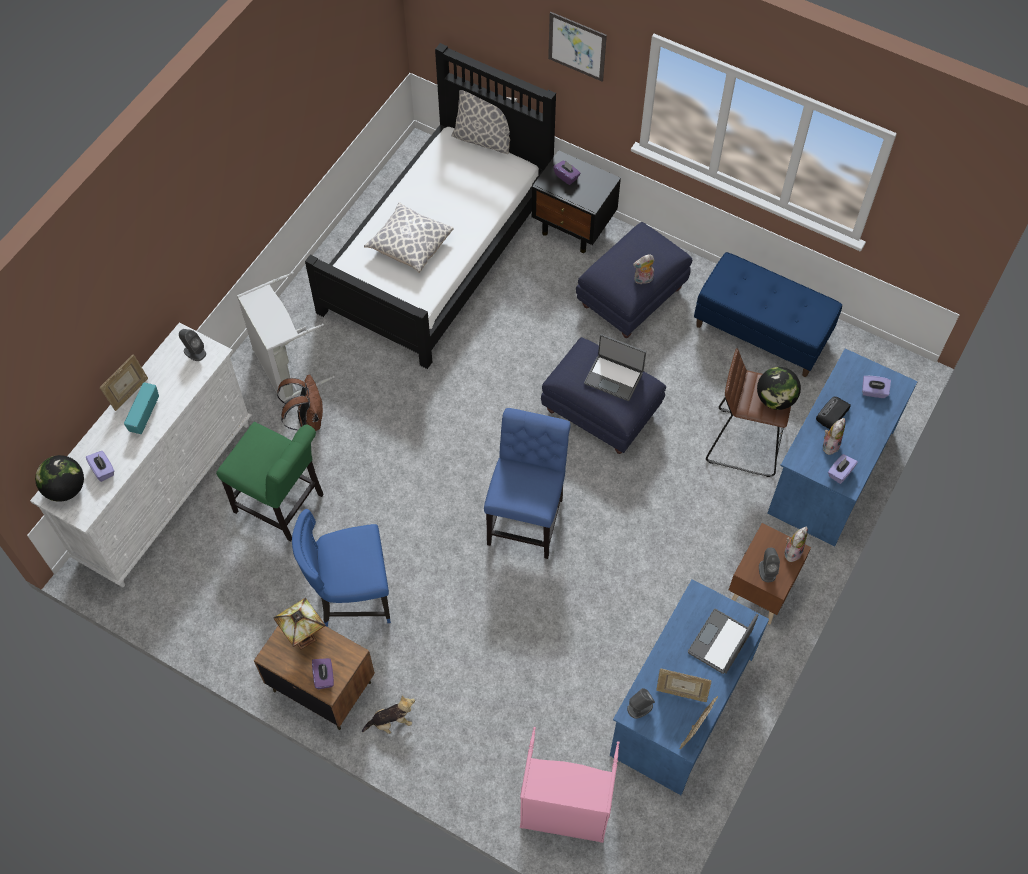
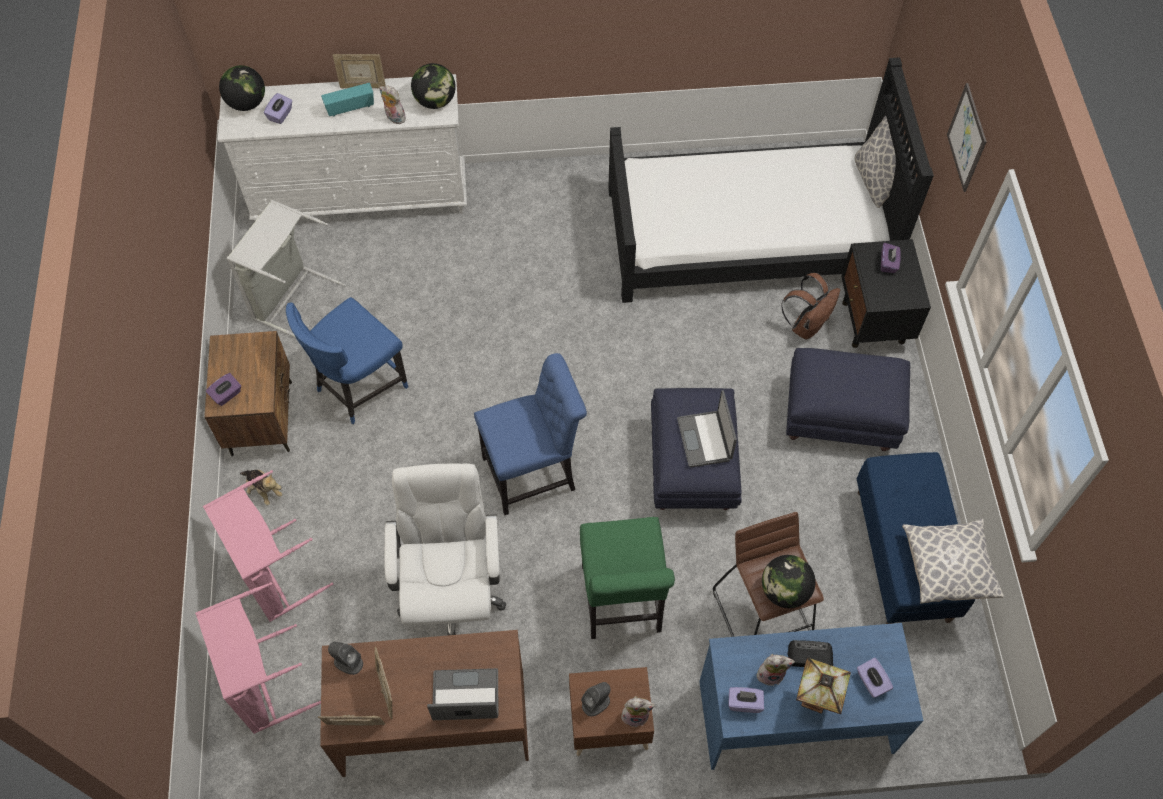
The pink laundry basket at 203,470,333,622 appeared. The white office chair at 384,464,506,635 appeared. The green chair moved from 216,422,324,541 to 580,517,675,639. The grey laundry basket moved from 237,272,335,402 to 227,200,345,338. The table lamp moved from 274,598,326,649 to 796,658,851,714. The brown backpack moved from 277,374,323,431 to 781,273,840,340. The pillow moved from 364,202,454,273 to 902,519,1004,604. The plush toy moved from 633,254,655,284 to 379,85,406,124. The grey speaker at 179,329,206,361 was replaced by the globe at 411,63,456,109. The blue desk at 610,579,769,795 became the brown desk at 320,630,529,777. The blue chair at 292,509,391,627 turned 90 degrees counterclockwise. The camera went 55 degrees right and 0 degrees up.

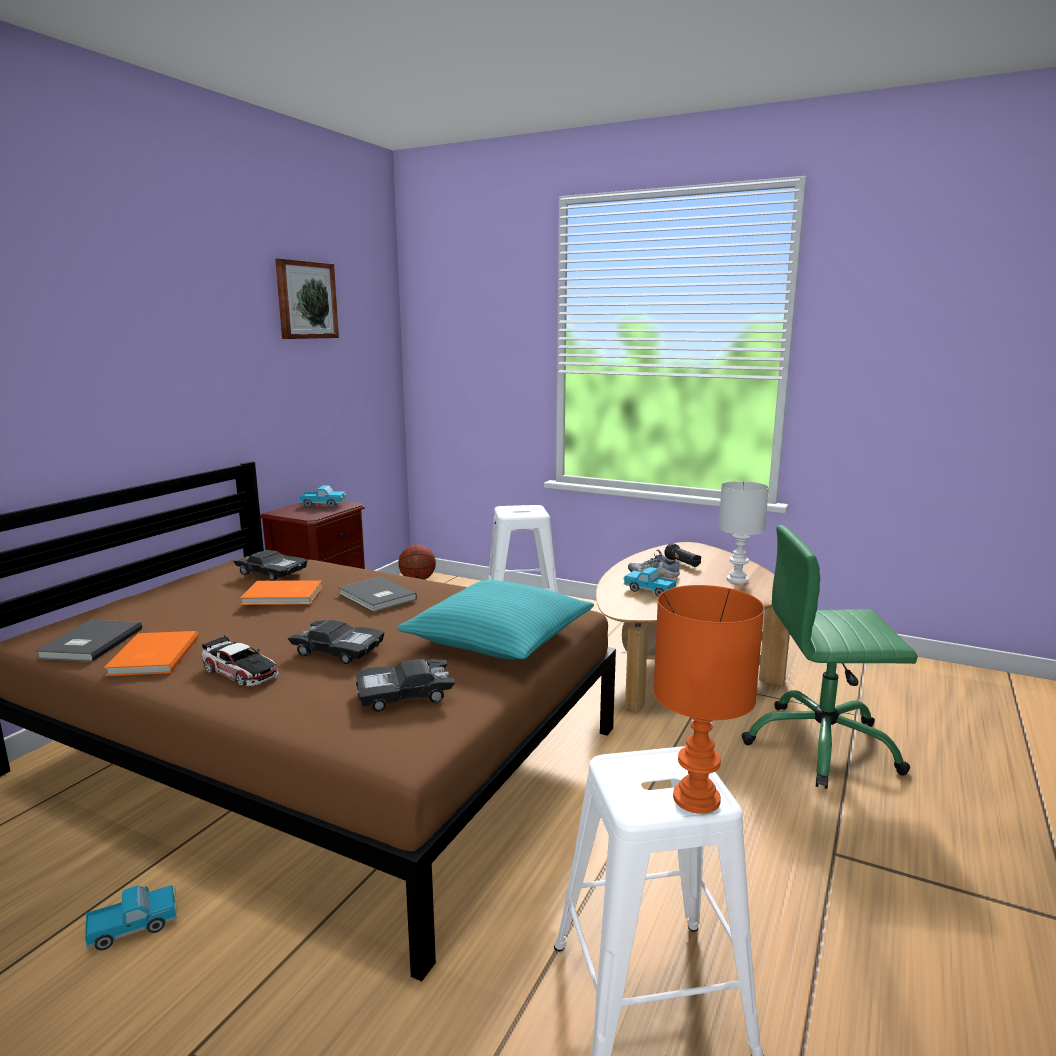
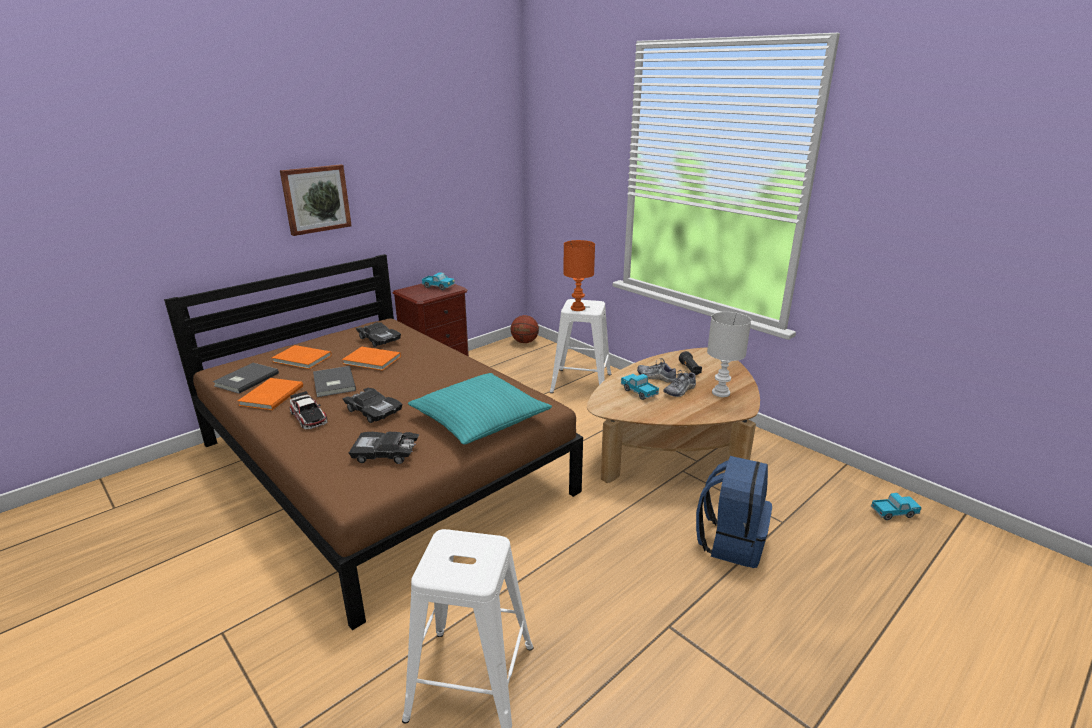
The orange book at 272,345,332,369 appeared. The shoe at 663,370,696,397 appeared. The toy truck moved from 85,885,178,950 to 871,493,922,520. The picture moved from 275,259,339,339 to 280,164,352,236. The grey book moved from 338,577,417,612 to 313,366,356,397. The orange table lamp moved from 653,585,764,814 to 563,240,595,311. The green office chair at 742,525,918,789 was replaced by the blue backpack at 696,456,772,568. The camera went 20 degrees right and 10 degrees up.

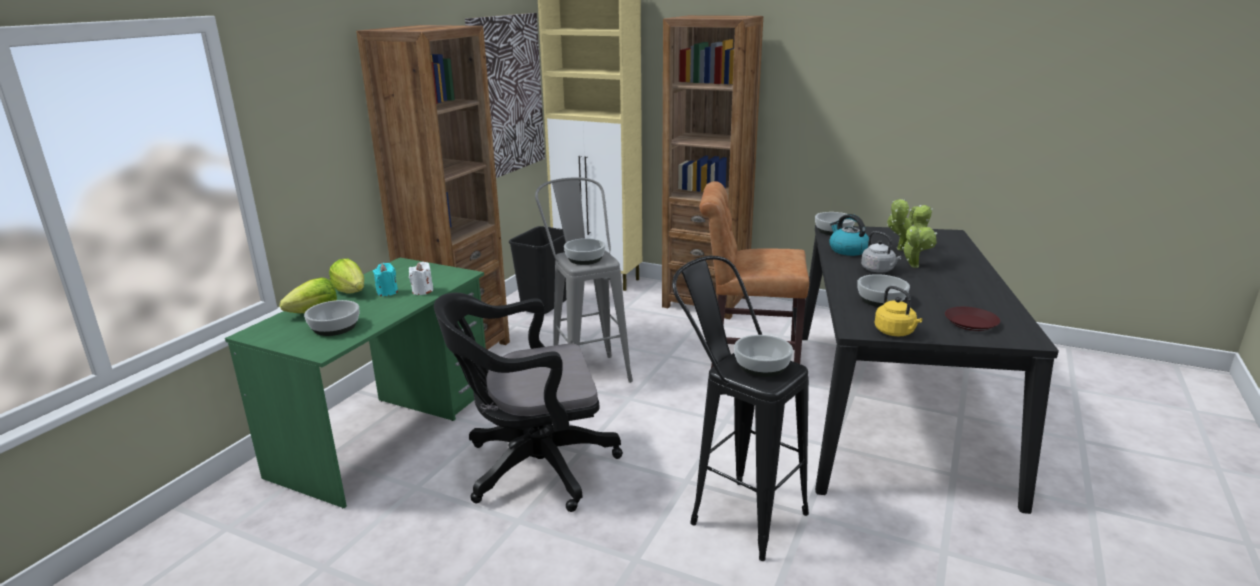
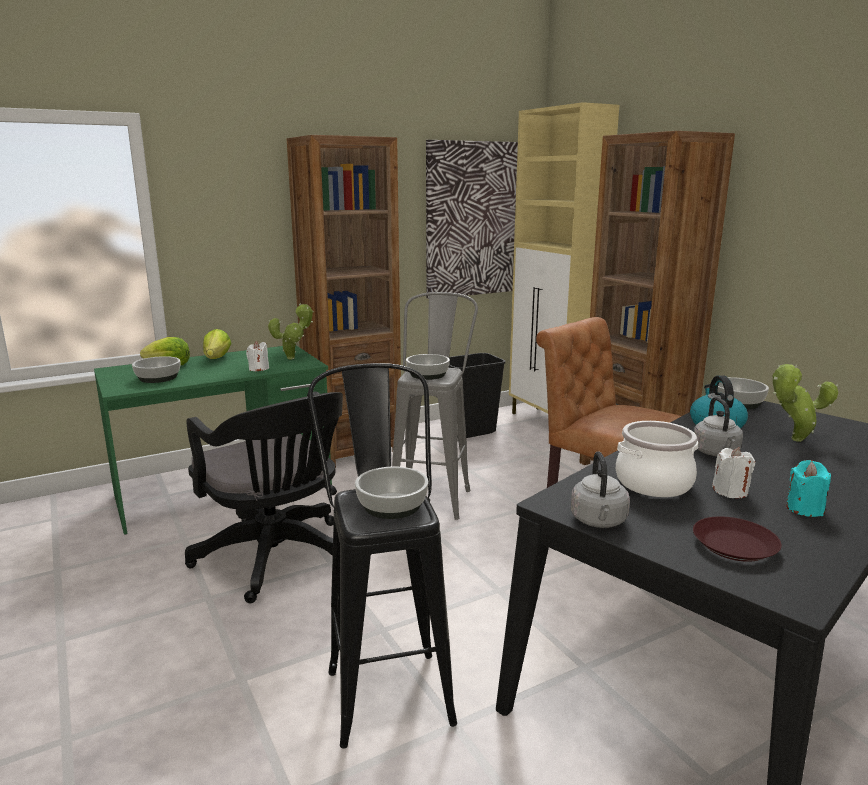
The white candle at 712,447,755,498 appeared. The turquoise candle moved from 373,263,398,296 to 786,460,831,517. The potted plant moved from 902,205,937,268 to 268,303,314,359. The bowl at 857,274,910,307 was replaced by the cooking pot at 616,421,698,497. The yellow kettle at 875,286,922,336 became the grey kettle at 571,451,630,528. The black office chair at 434,293,623,512 turned 150 degrees counterclockwise. The camera went 35 degrees right and 5 degrees down.

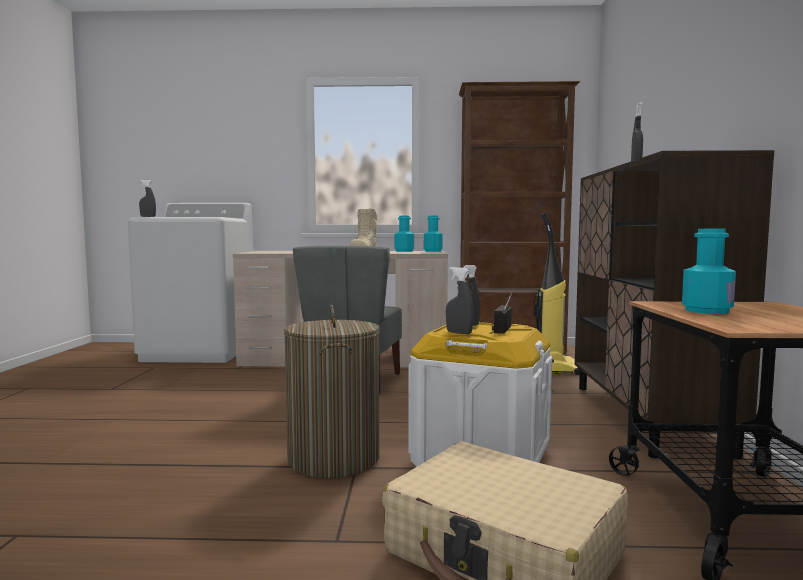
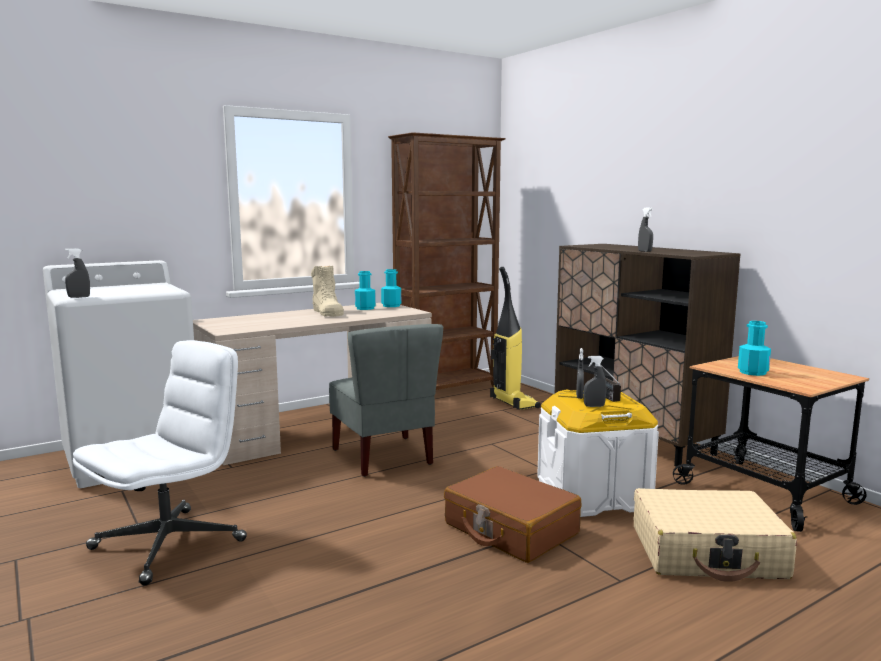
The white office chair at 73,340,247,585 appeared. The laundry basket at 284,305,380,478 was replaced by the brown suitcase at 444,466,581,563. The camera went 35 degrees left and 5 degrees up.

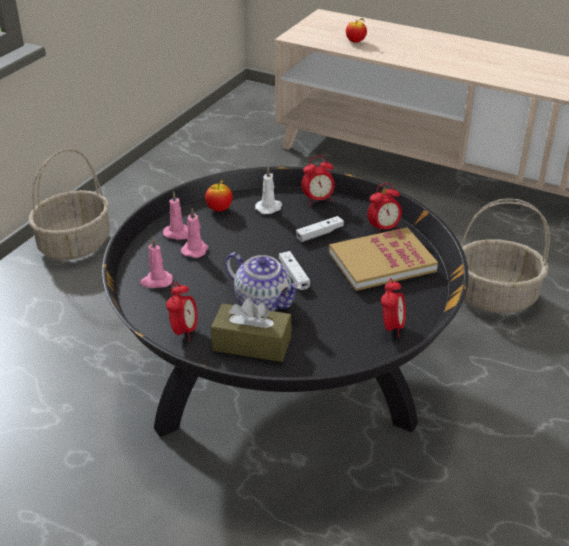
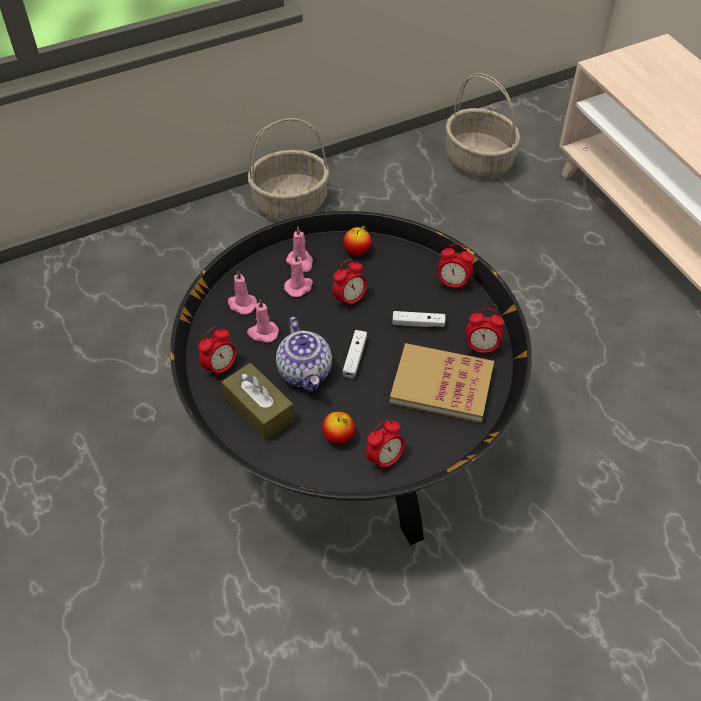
The white candle at 255,167,282,214 disappeared. The pink candle at 247,299,279,343 appeared. The alarm clock at 332,259,367,310 appeared. The apple moved from 346,18,367,43 to 322,411,355,444. The basket moved from 461,198,550,313 to 446,73,520,178. The camera went 35 degrees right and 15 degrees up.

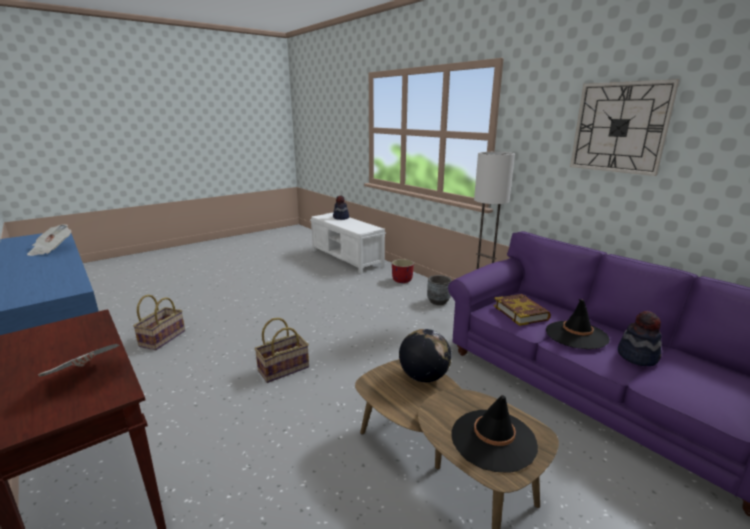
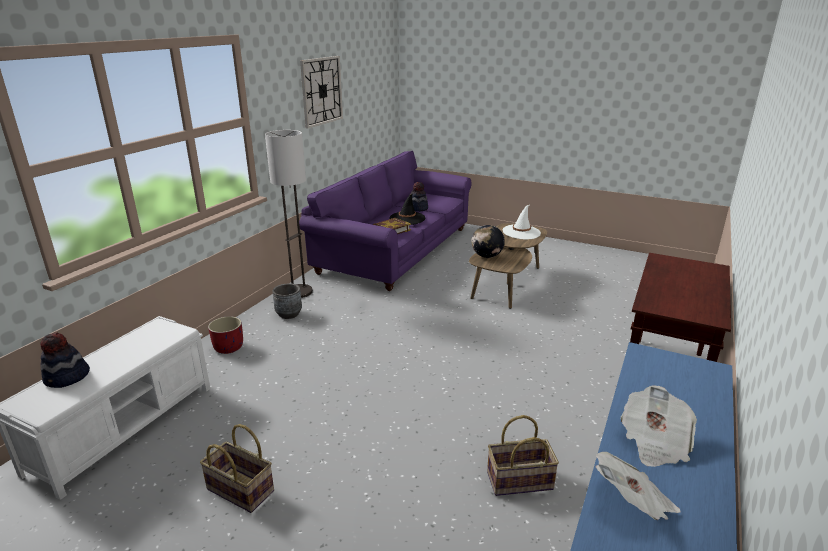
The newspaper moved from 38,344,120,377 to 621,385,697,467. The basket moved from 254,317,309,383 to 200,424,274,513. The black hat at 451,395,538,473 became the white hat at 503,205,541,239. The camera went 115 degrees left and 5 degrees up.

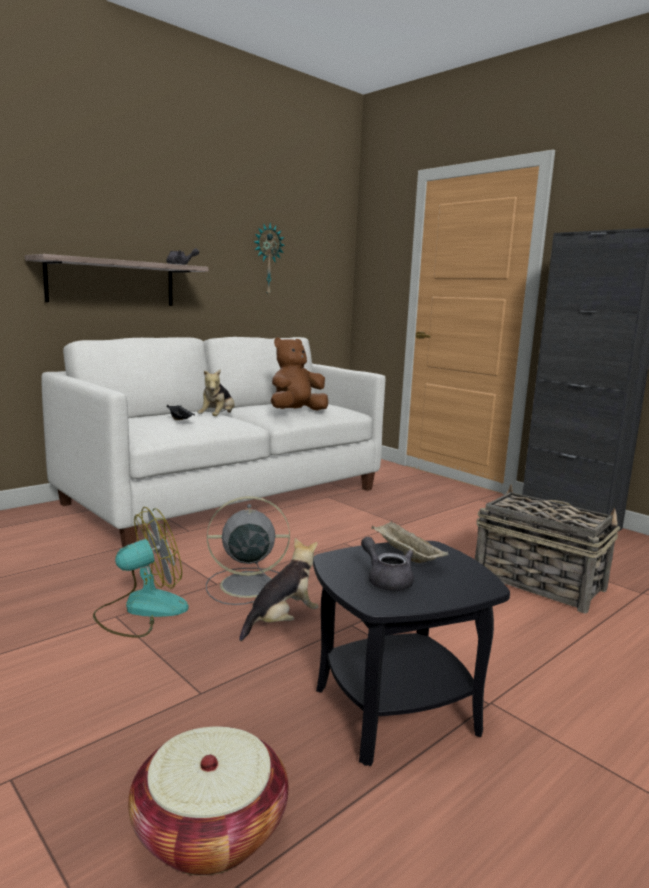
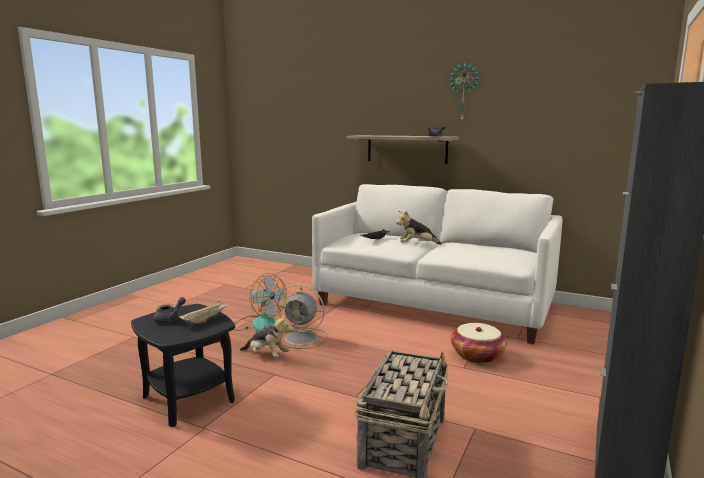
The brown plush toy at 271,337,328,411 disappeared. The basket moved from 128,726,288,876 to 451,323,507,363. The wall clock moved from 254,223,285,297 to 448,62,481,121. The grey fan at 206,496,290,605 turned 135 degrees clockwise. The camera went 70 degrees right and 0 degrees up.

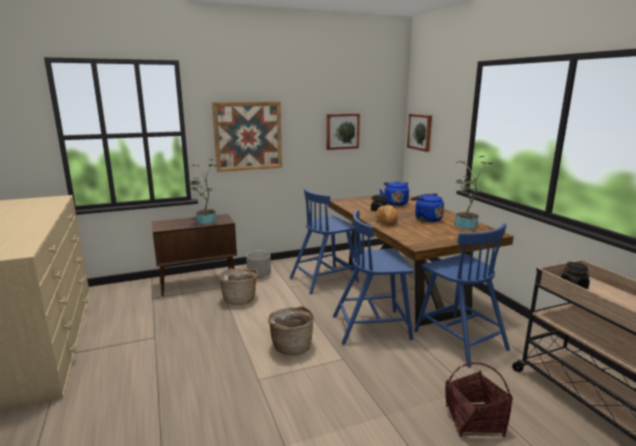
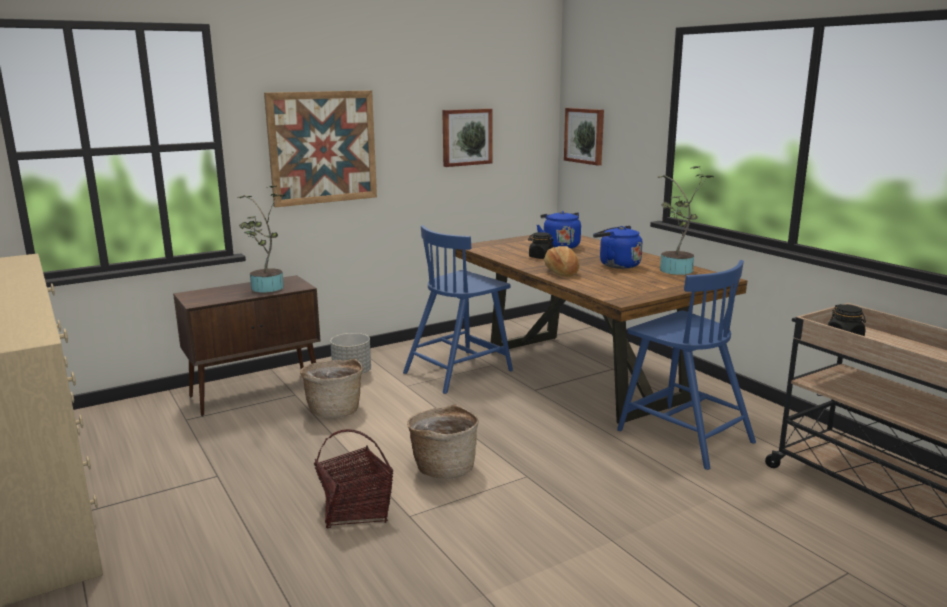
The blue chair at 333,210,414,345 disappeared. The basket moved from 445,362,513,437 to 314,429,393,529. The camera went 10 degrees left and 0 degrees up.

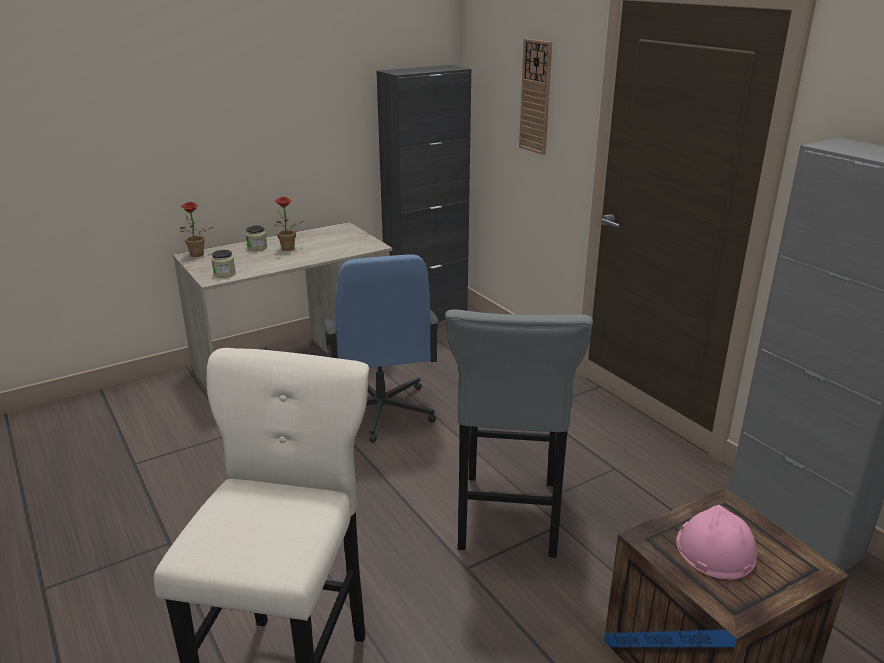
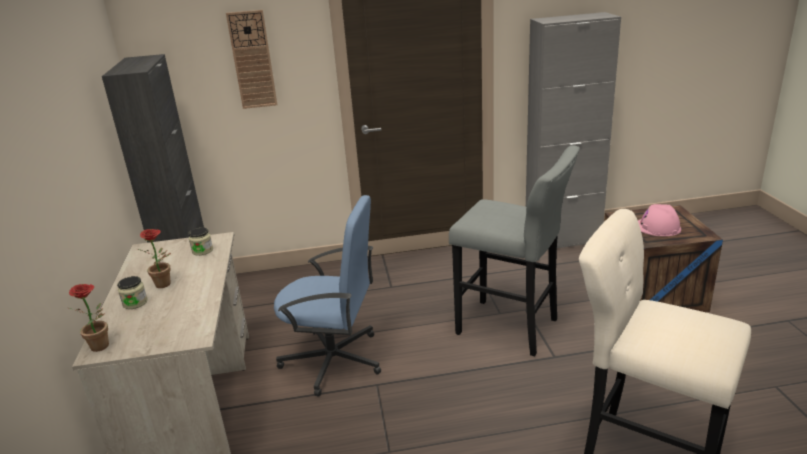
The jar moved from 211,250,236,278 to 188,227,213,256. The camera went 65 degrees left and 0 degrees up.

